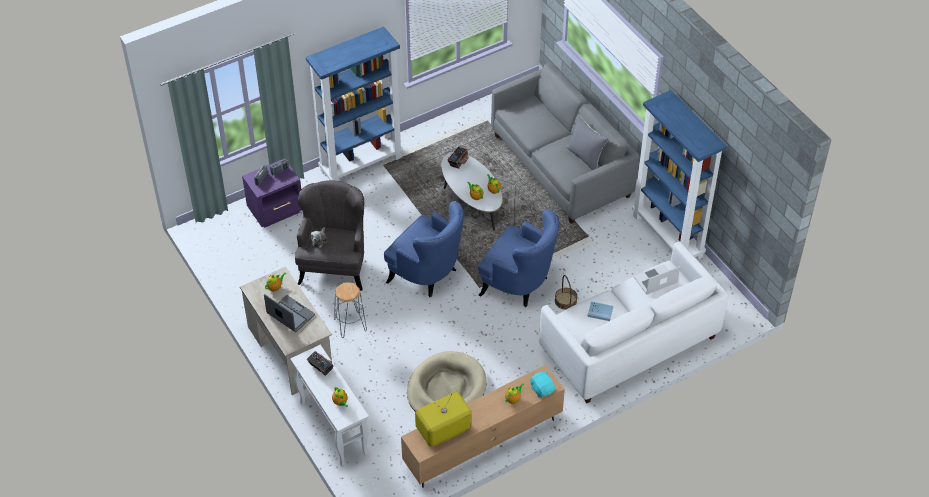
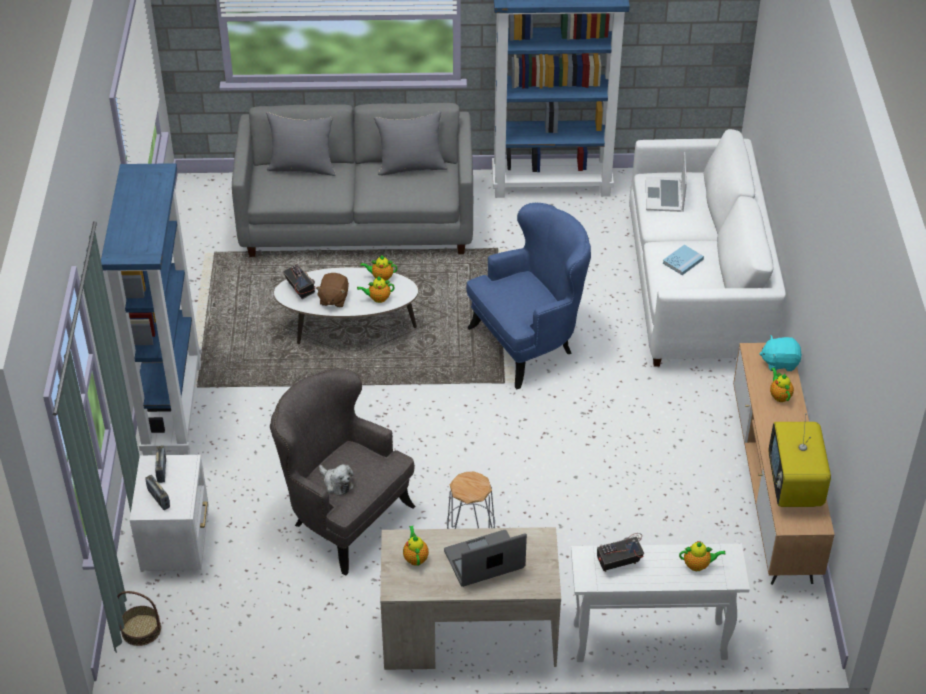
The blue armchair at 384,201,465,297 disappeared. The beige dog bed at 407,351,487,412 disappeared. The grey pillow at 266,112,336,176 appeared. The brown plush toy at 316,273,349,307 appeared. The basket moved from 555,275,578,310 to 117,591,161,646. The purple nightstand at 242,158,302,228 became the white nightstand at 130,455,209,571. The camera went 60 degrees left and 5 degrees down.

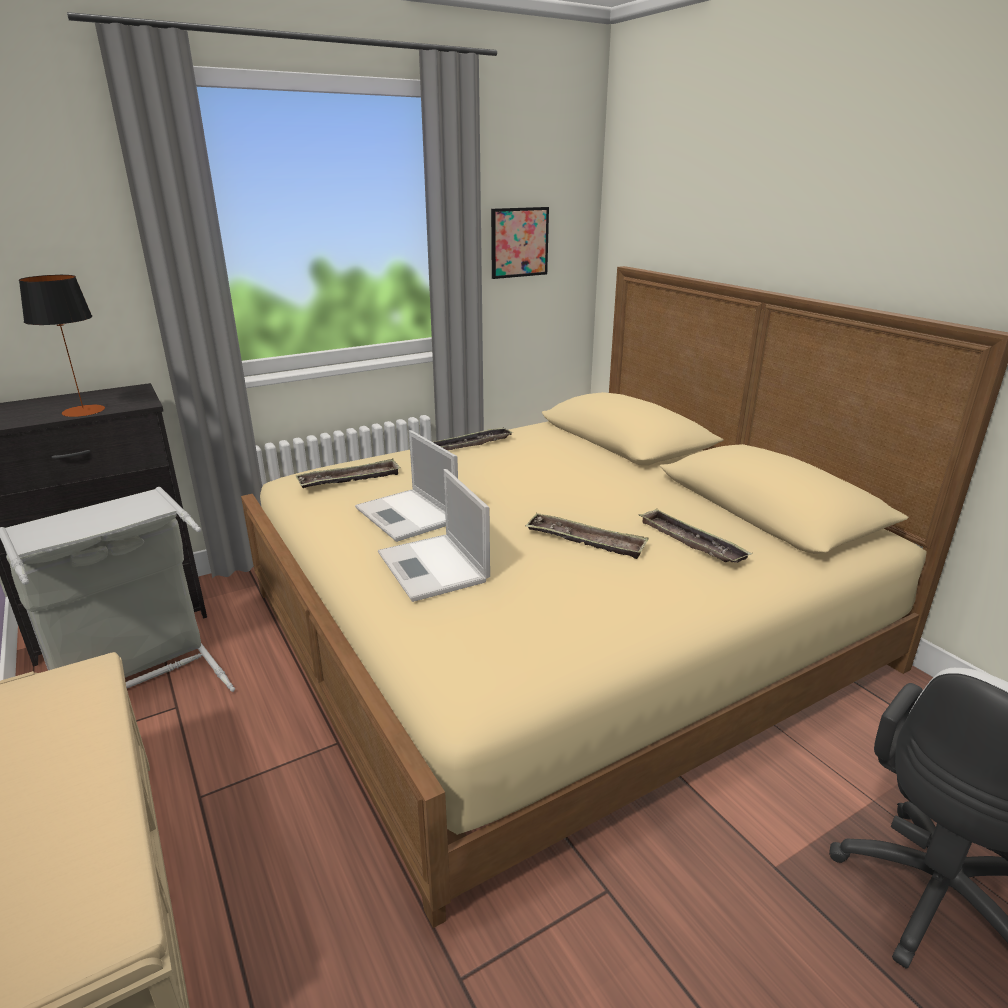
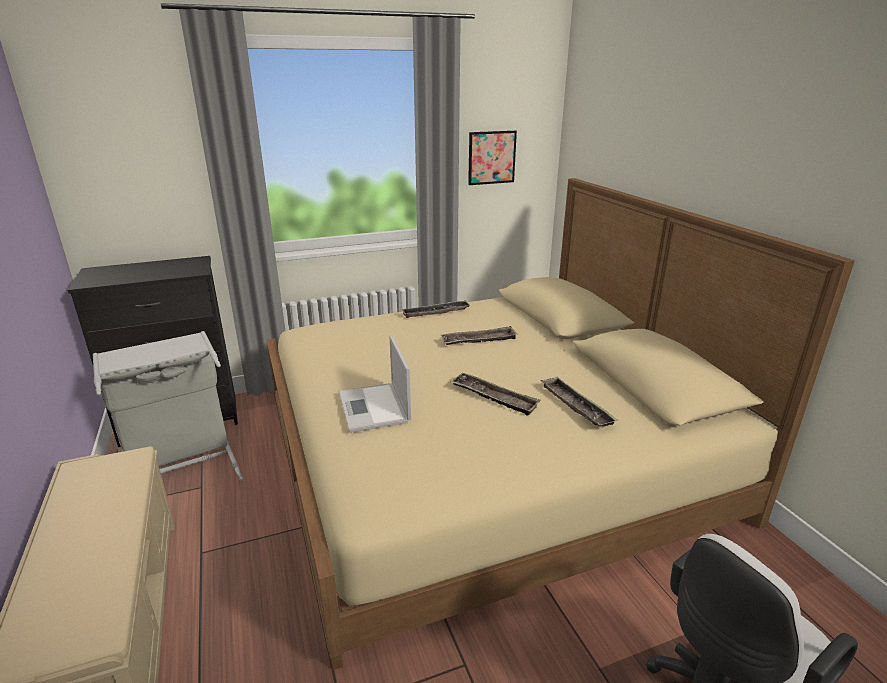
The table lamp at 19,275,105,417 disappeared. The laptop at 355,430,458,542 disappeared. The tray moved from 295,458,401,488 to 441,326,517,345. The camera went 10 degrees right and 0 degrees up.

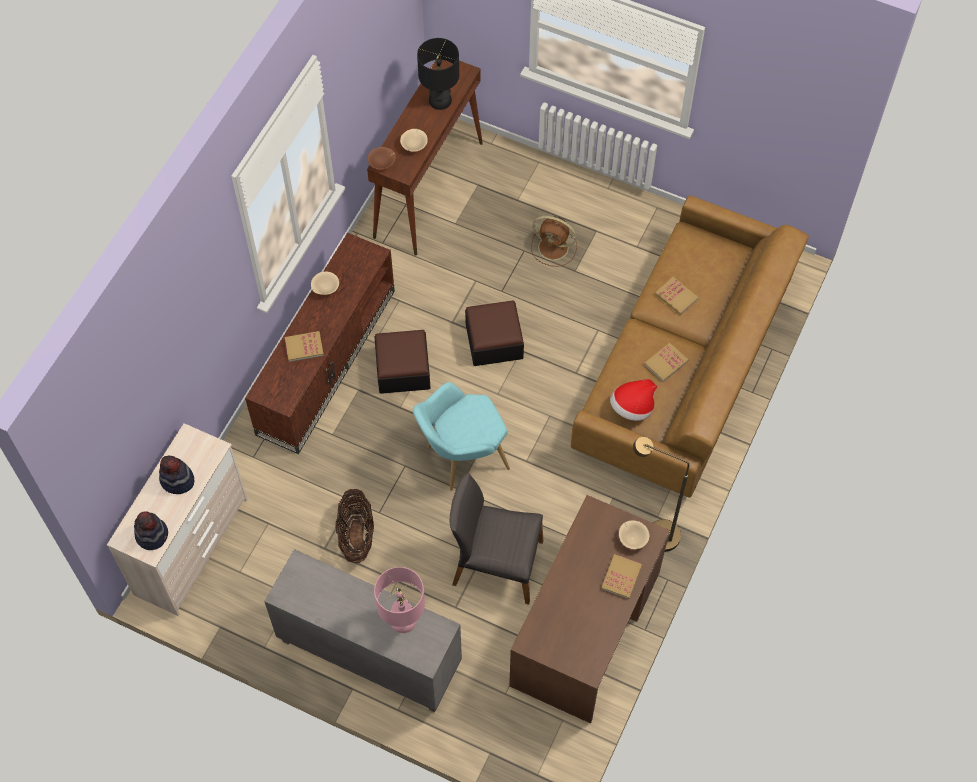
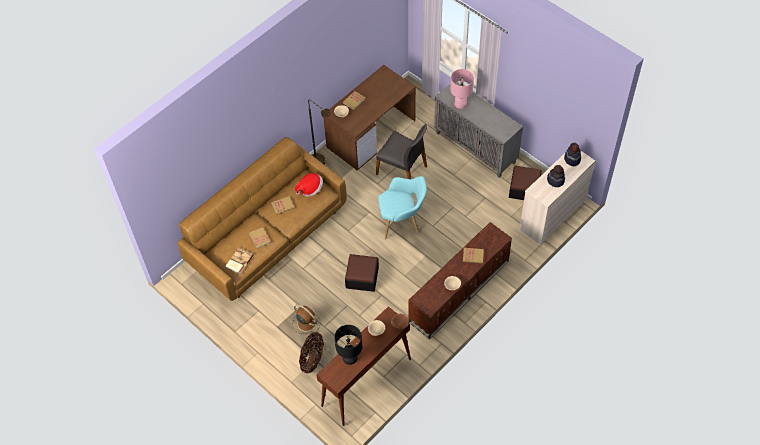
The book at 225,248,253,274 appeared. The basket moved from 335,489,374,563 to 299,332,324,374. The ottoman moved from 375,330,430,394 to 509,166,542,200. The camera went 160 degrees left and 5 degrees down.

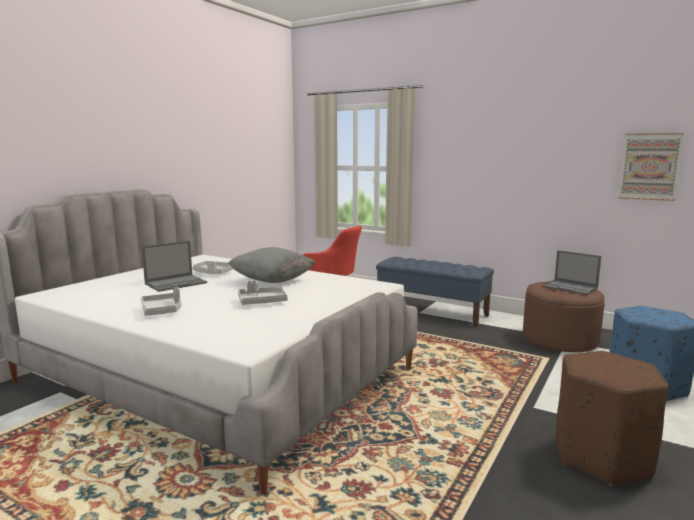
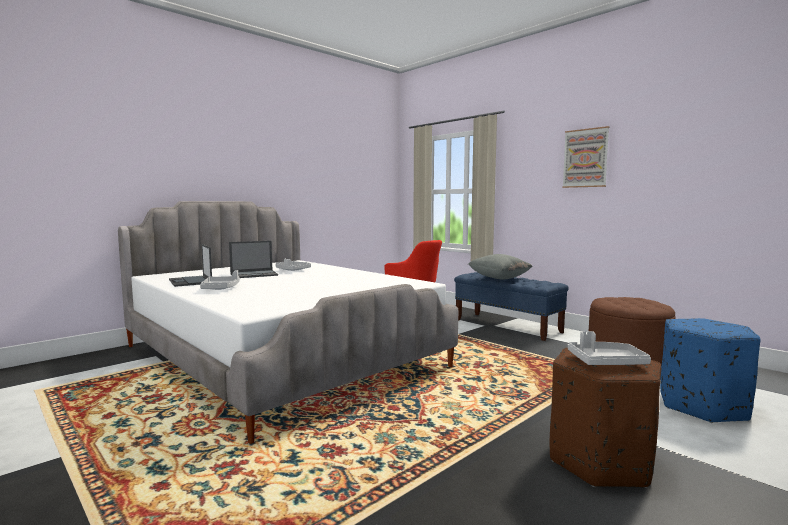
The grey pillow moved from 228,247,316,283 to 468,254,533,279. The grey tray moved from 238,280,288,305 to 568,331,651,365. The laptop moved from 542,250,601,295 to 169,244,212,287. The picture moved from 618,133,684,201 to 562,126,609,188. The camera went 15 degrees right and 5 degrees down.

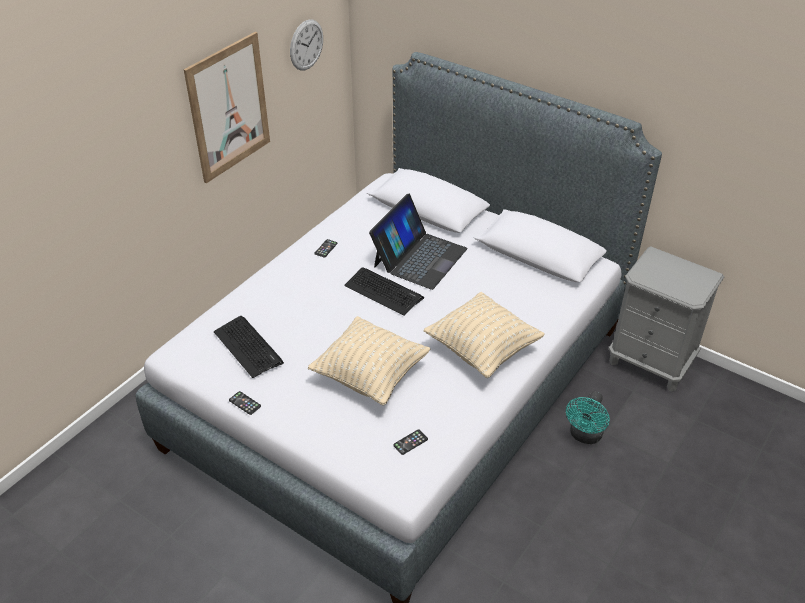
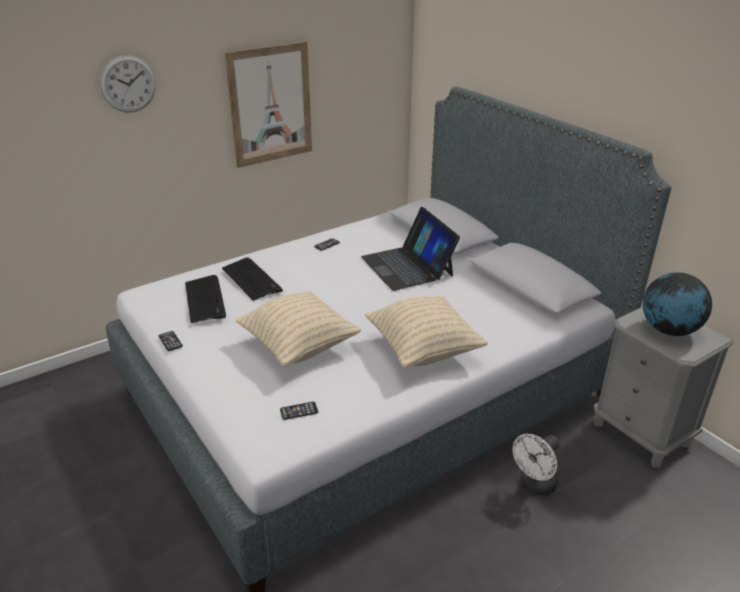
The globe at 643,272,712,336 appeared. The wall clock moved from 290,19,323,71 to 99,55,156,113. The keyboard moved from 344,267,424,316 to 222,257,283,301. The turquoise fan at 566,391,610,444 became the white fan at 513,434,560,495. The laptop at 369,194,467,290 turned 105 degrees clockwise. The camera went 20 degrees right and 10 degrees down.

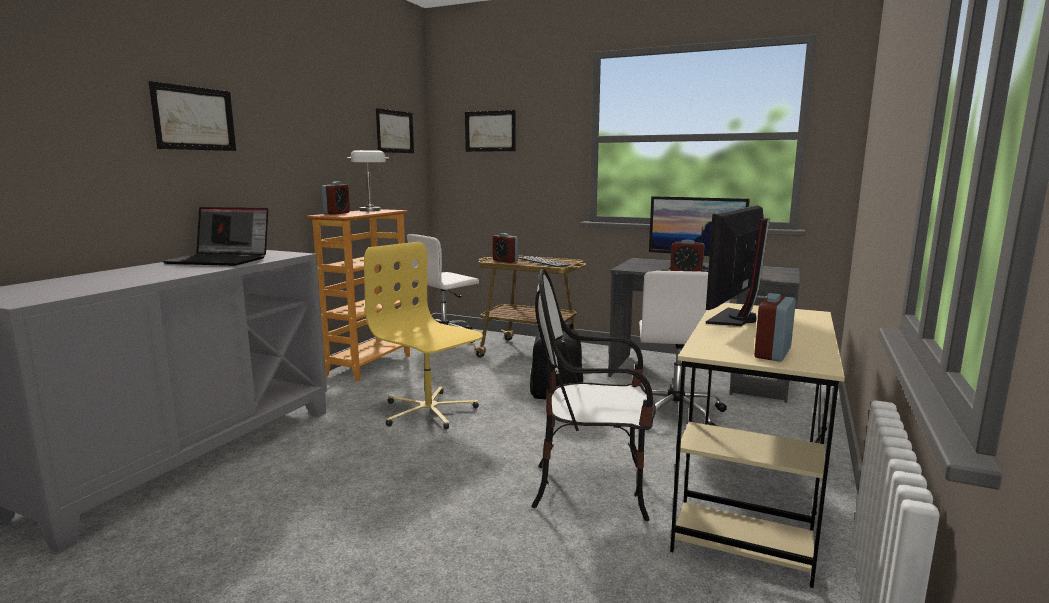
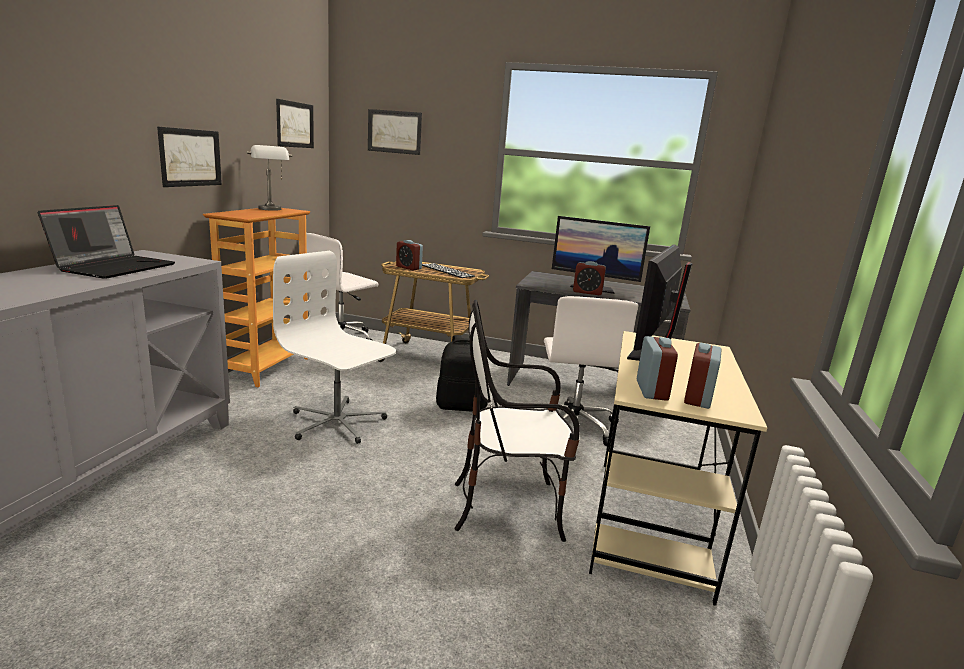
The picture moved from 148,81,236,151 to 157,126,222,187. The alarm clock moved from 322,181,350,215 to 637,336,678,401. The yellow office chair at 364,242,483,430 became the white office chair at 273,251,396,444. The laptop at 163,207,268,266 turned 75 degrees counterclockwise. The camera went 10 degrees left and 5 degrees up.

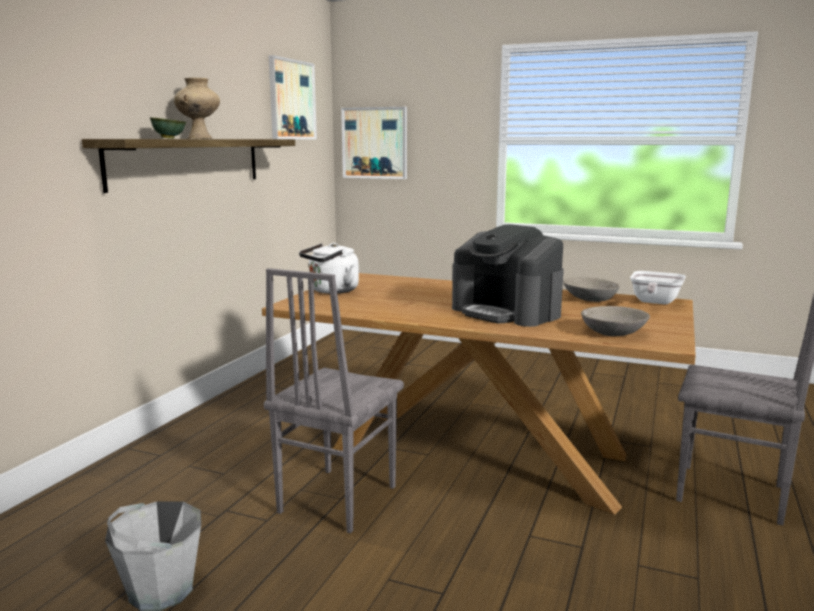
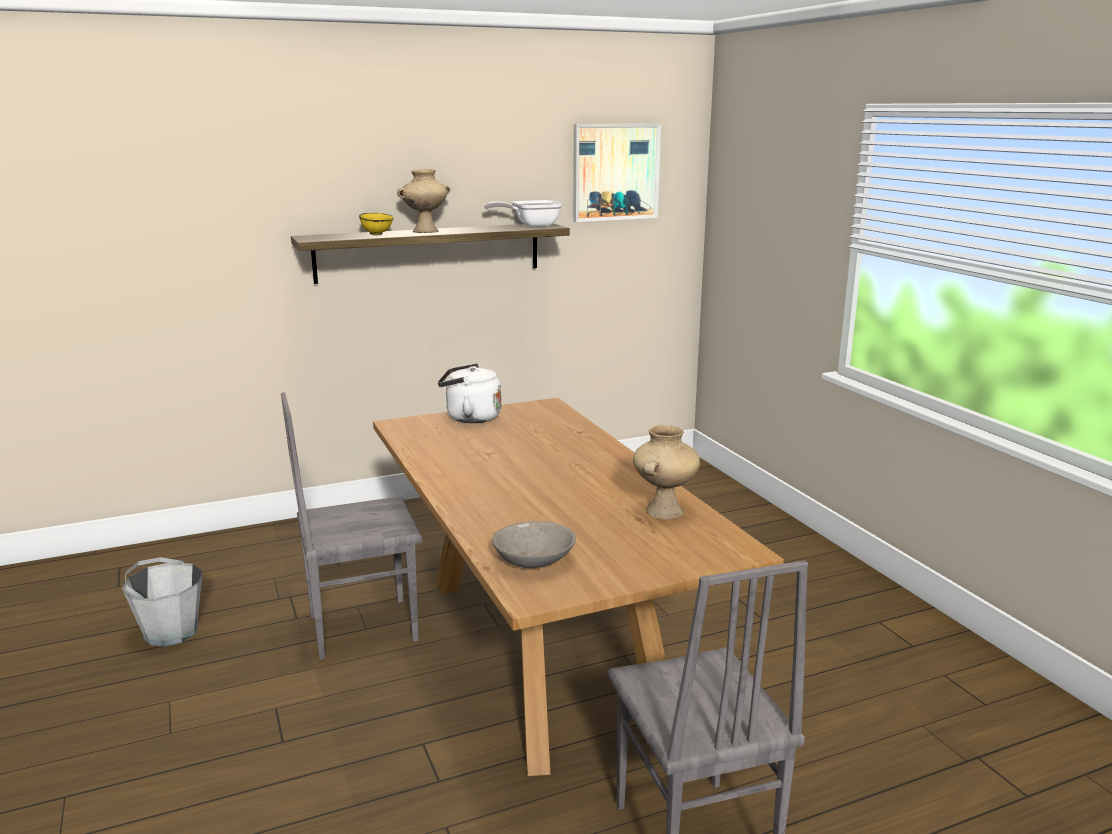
The picture at 341,107,407,179 disappeared. The coffee machine at 452,225,564,327 disappeared. The frying pan moved from 630,271,686,304 to 484,200,563,227. The grey bowl at 563,277,620,302 was replaced by the beige vase at 633,425,700,519. The green bowl at 150,117,186,139 became the yellow bowl at 359,213,393,235. The camera went 45 degrees right and 5 degrees up.

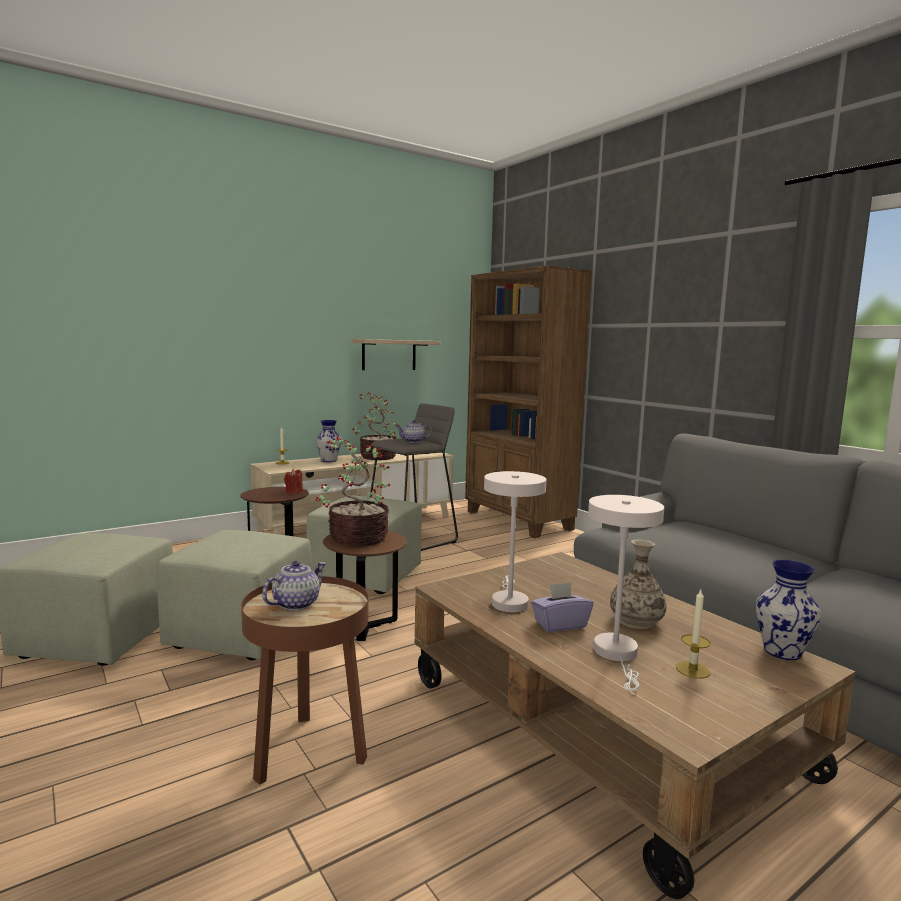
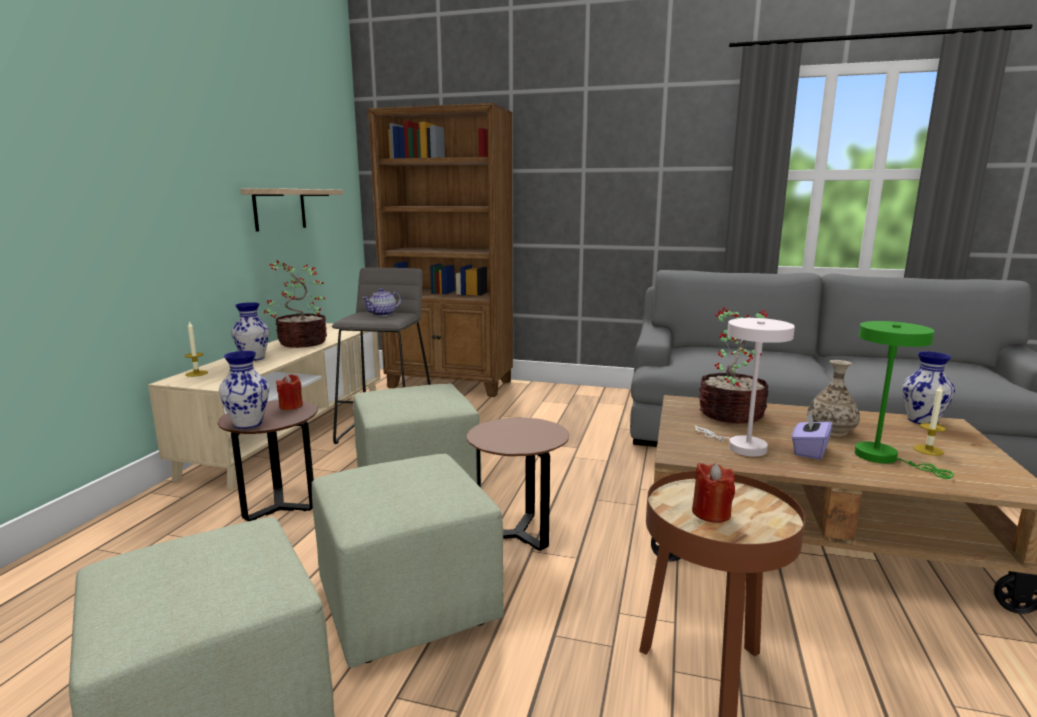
The vase at 219,351,269,429 appeared. The potted plant moved from 315,436,391,547 to 698,307,768,424. The teapot at 262,561,326,611 was replaced by the red candle at 692,463,735,523. The white table lamp at 588,495,664,692 became the green table lamp at 855,321,954,479. The camera went 40 degrees left and 5 degrees up.

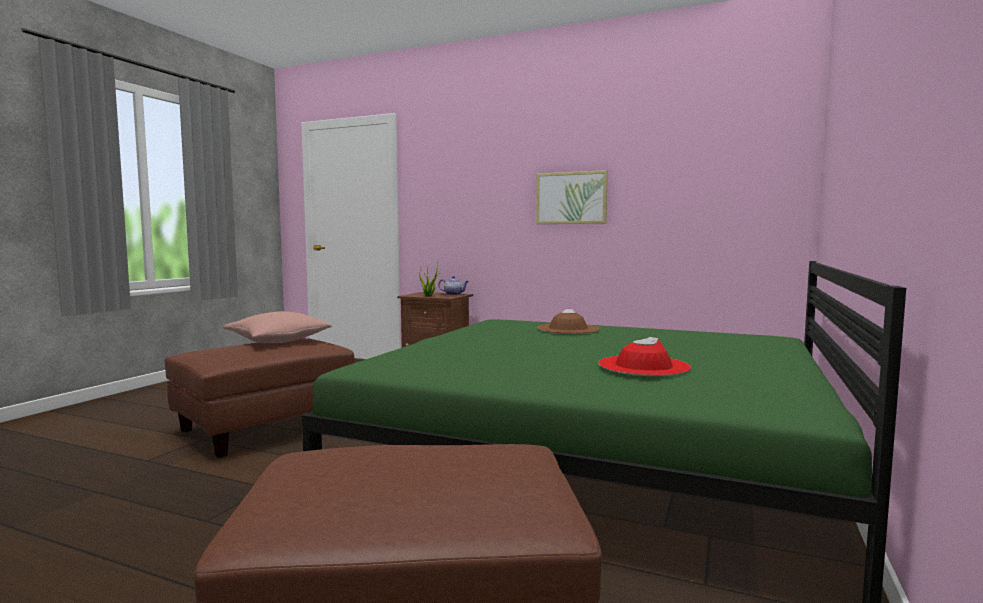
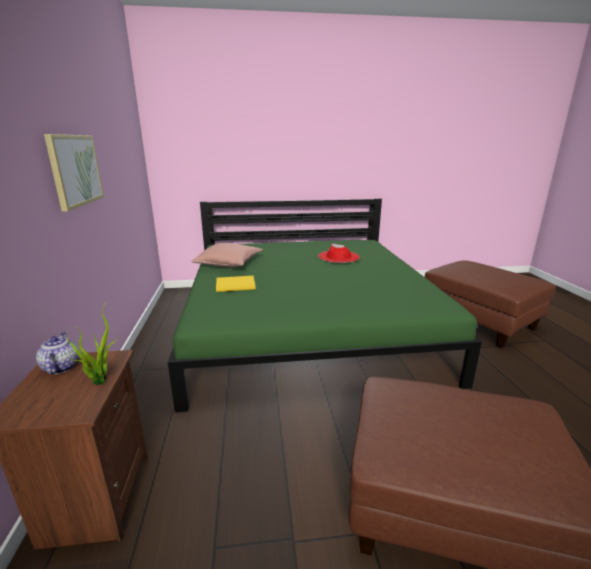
The pink pillow moved from 223,311,332,343 to 191,243,263,267. The brown hat at 537,309,600,334 was replaced by the yellow book at 216,276,256,292. The camera went 120 degrees left and 15 degrees up.

